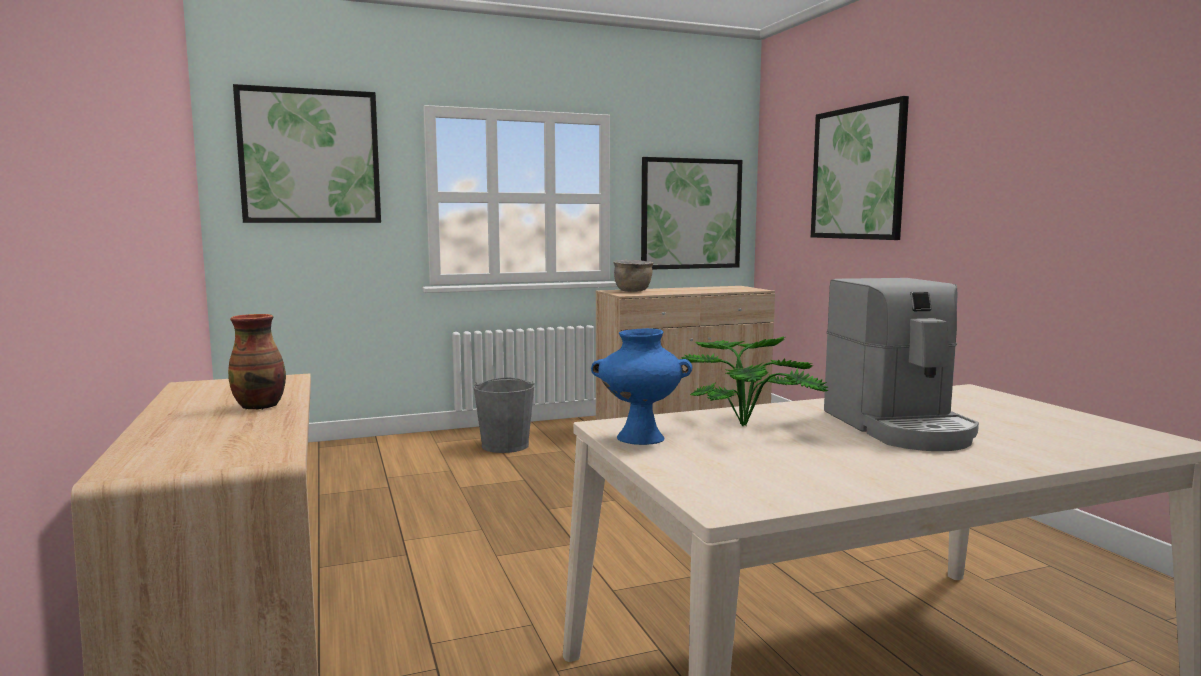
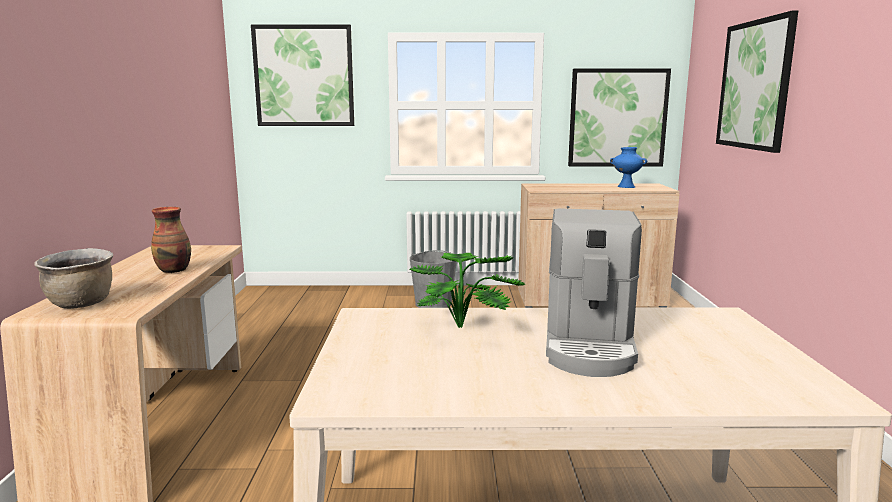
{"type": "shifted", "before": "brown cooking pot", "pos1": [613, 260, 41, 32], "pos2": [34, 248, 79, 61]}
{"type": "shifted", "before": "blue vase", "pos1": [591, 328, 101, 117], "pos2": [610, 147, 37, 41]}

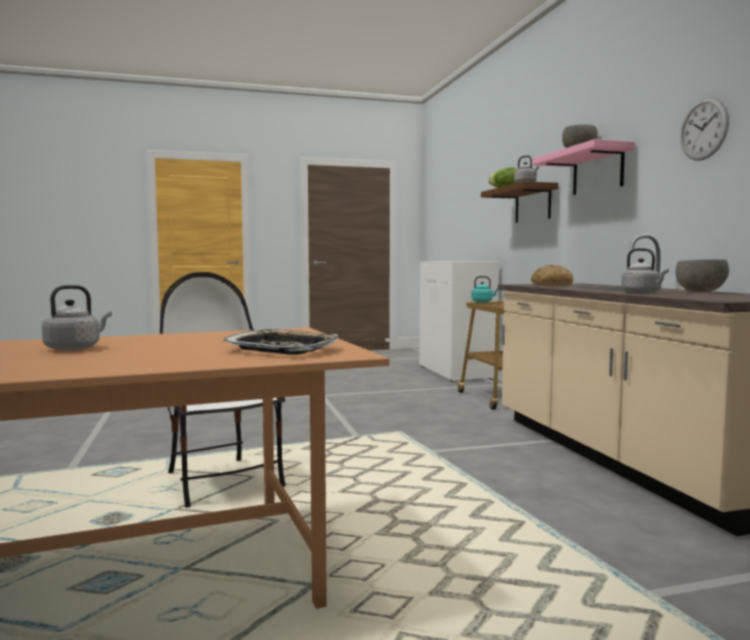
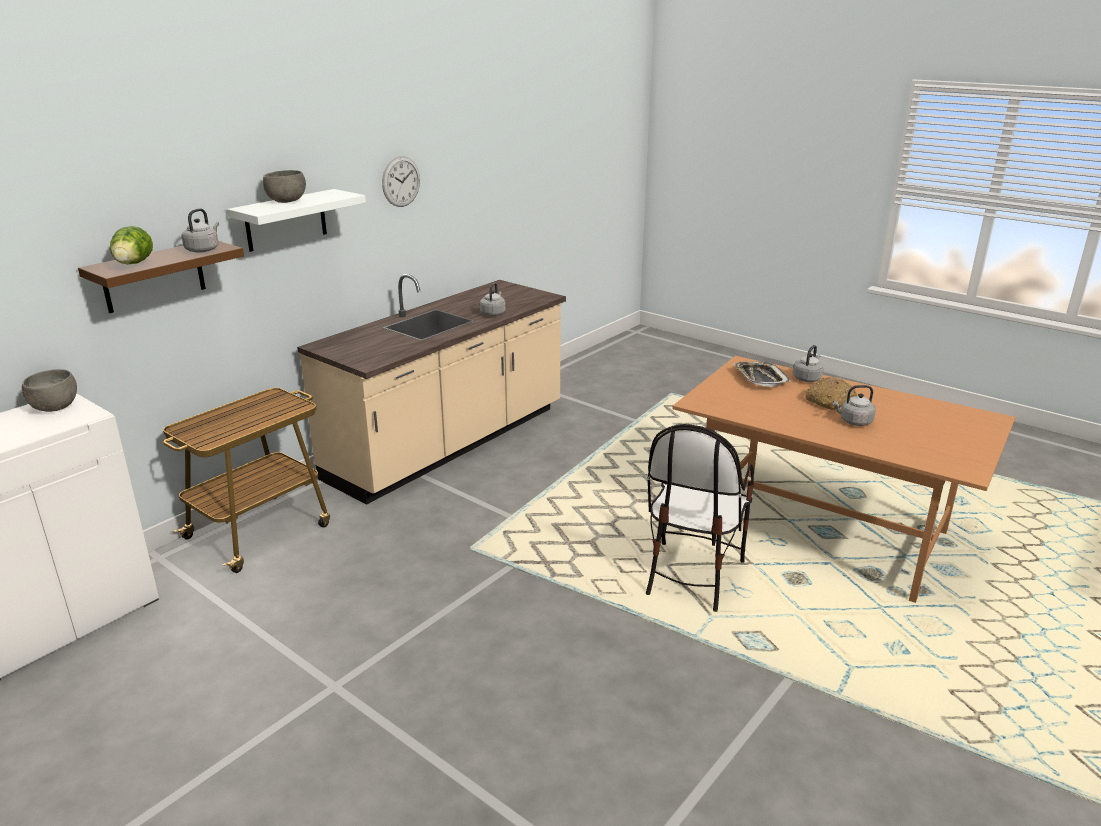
{"type": "repainted", "before": "pink shelf", "after": "white shelf", "pos1": [532, 139, 103, 56], "pos2": [227, 189, 139, 63]}
{"type": "shifted", "before": "grey bowl", "pos1": [676, 259, 53, 33], "pos2": [22, 369, 55, 43]}
{"type": "shifted", "before": "bread", "pos1": [531, 265, 43, 20], "pos2": [805, 377, 52, 33]}
{"type": "gone", "before": "turquoise kettle", "pos1": [471, 276, 27, 27]}
{"type": "new", "after": "grey kettle", "pos2": [793, 345, 31, 37]}

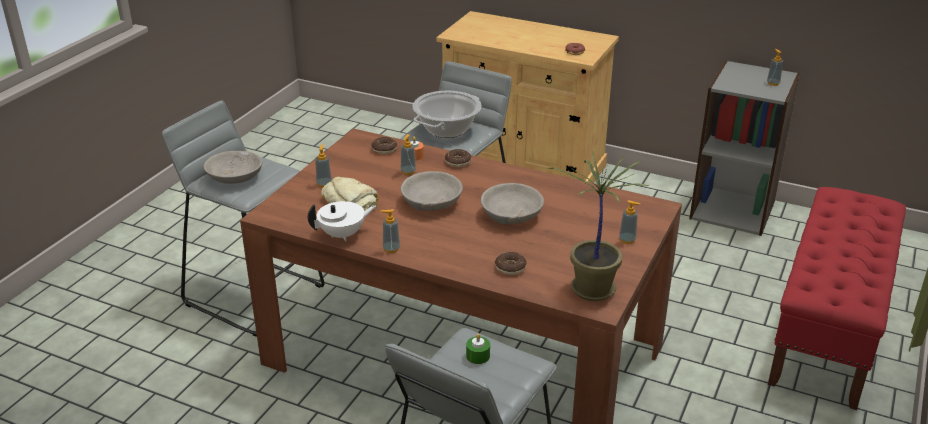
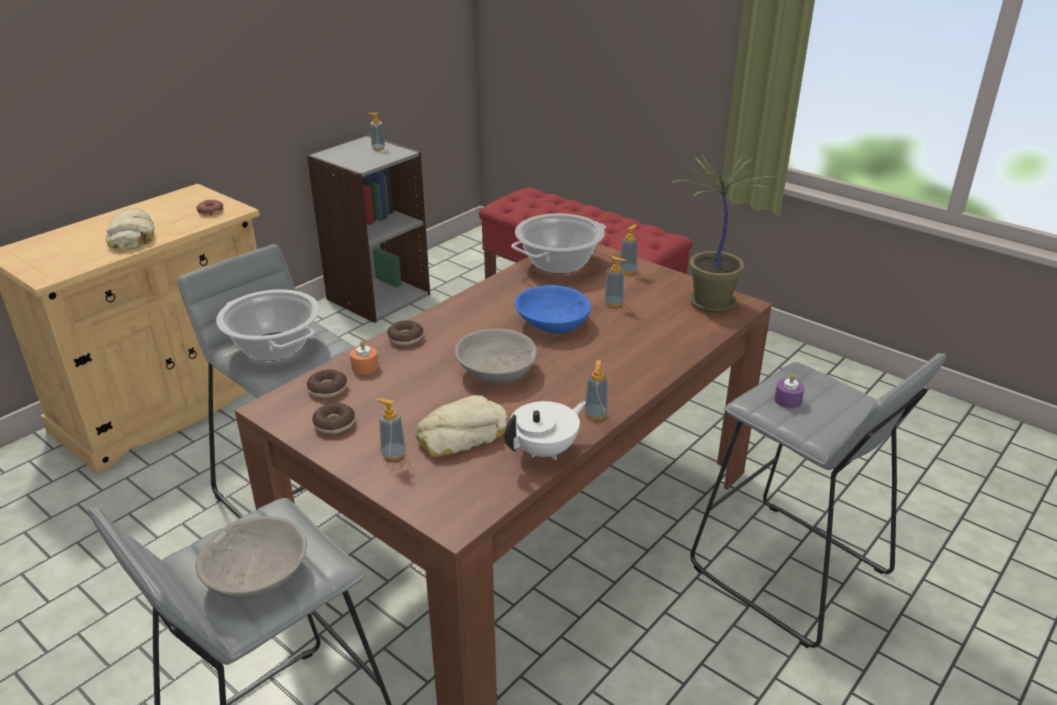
{"type": "shifted", "before": "soap dispenser", "pos1": [401, 134, 15, 41], "pos2": [604, 256, 22, 51]}
{"type": "repainted", "before": "grey bowl", "after": "blue bowl", "pos1": [481, 183, 63, 41], "pos2": [514, 285, 77, 48]}
{"type": "rotated", "before": "white teapot", "pos1": [308, 201, 68, 41], "pos2": [505, 401, 81, 59], "turn": 60}
{"type": "shifted", "before": "donut", "pos1": [495, 252, 31, 23], "pos2": [312, 403, 43, 31]}
{"type": "repainted", "before": "green candle", "after": "purple candle", "pos1": [466, 334, 24, 30], "pos2": [774, 374, 31, 34]}
{"type": "new", "after": "bread", "pos2": [106, 208, 49, 42]}
{"type": "new", "after": "cooking pot", "pos2": [511, 213, 95, 61]}

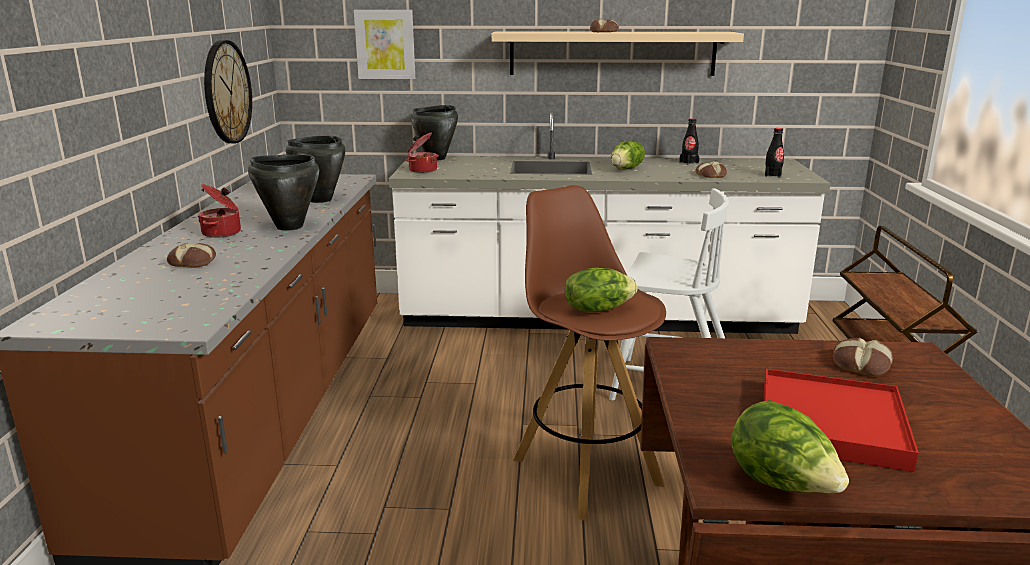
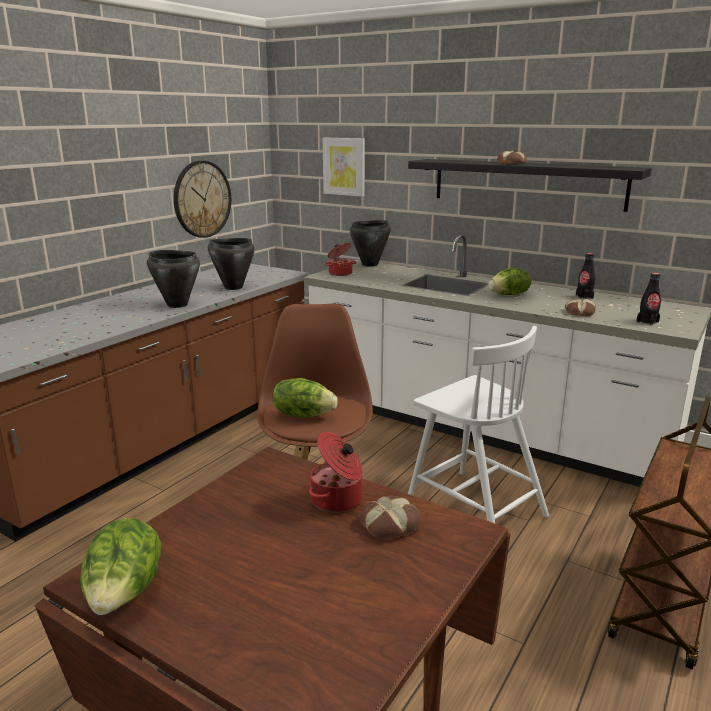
{"type": "repainted", "before": "beige shelf", "after": "black shelf", "pos1": [491, 31, 253, 45], "pos2": [408, 159, 244, 53]}
{"type": "shifted", "before": "cooking pot", "pos1": [198, 184, 43, 54], "pos2": [309, 432, 53, 80]}
{"type": "gone", "before": "bread", "pos1": [167, 243, 49, 25]}
{"type": "gone", "before": "red tray", "pos1": [764, 369, 155, 103]}

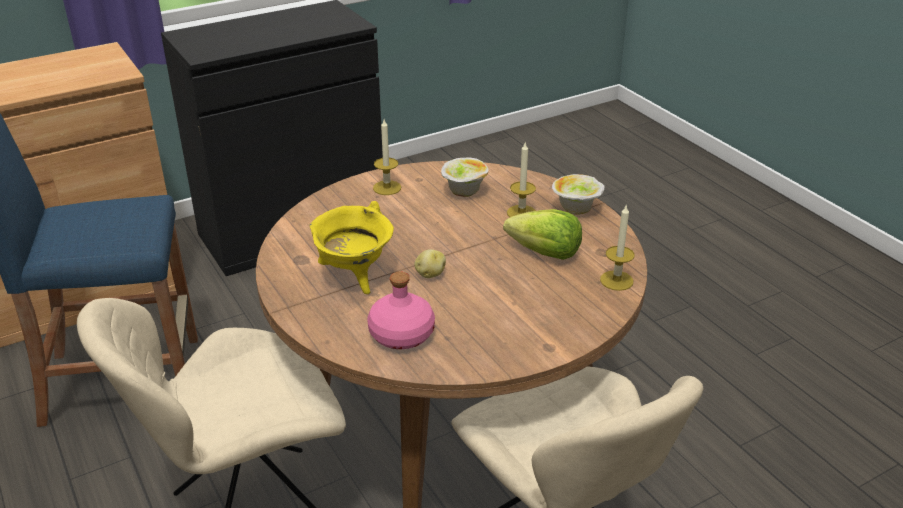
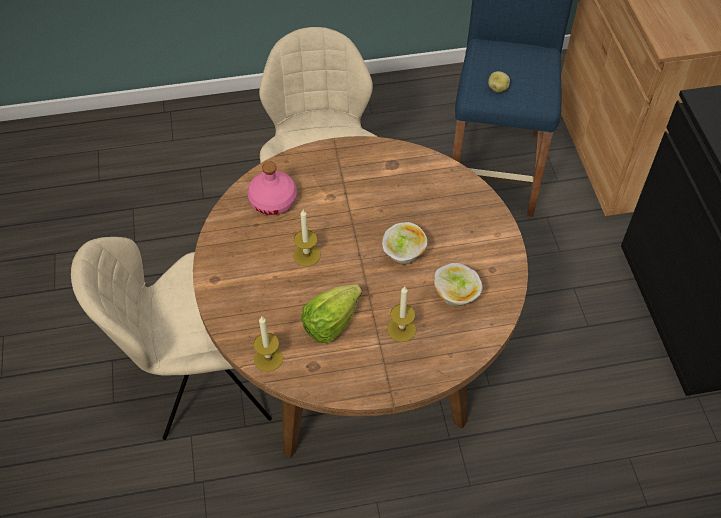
{"type": "shifted", "before": "candle", "pos1": [373, 120, 28, 75], "pos2": [293, 210, 27, 56]}
{"type": "shifted", "before": "bowl", "pos1": [552, 174, 53, 41], "pos2": [382, 222, 46, 43]}
{"type": "gone", "before": "yellow cooking pot", "pos1": [309, 201, 85, 93]}
{"type": "shifted", "before": "potato", "pos1": [414, 249, 32, 29], "pos2": [488, 71, 22, 22]}

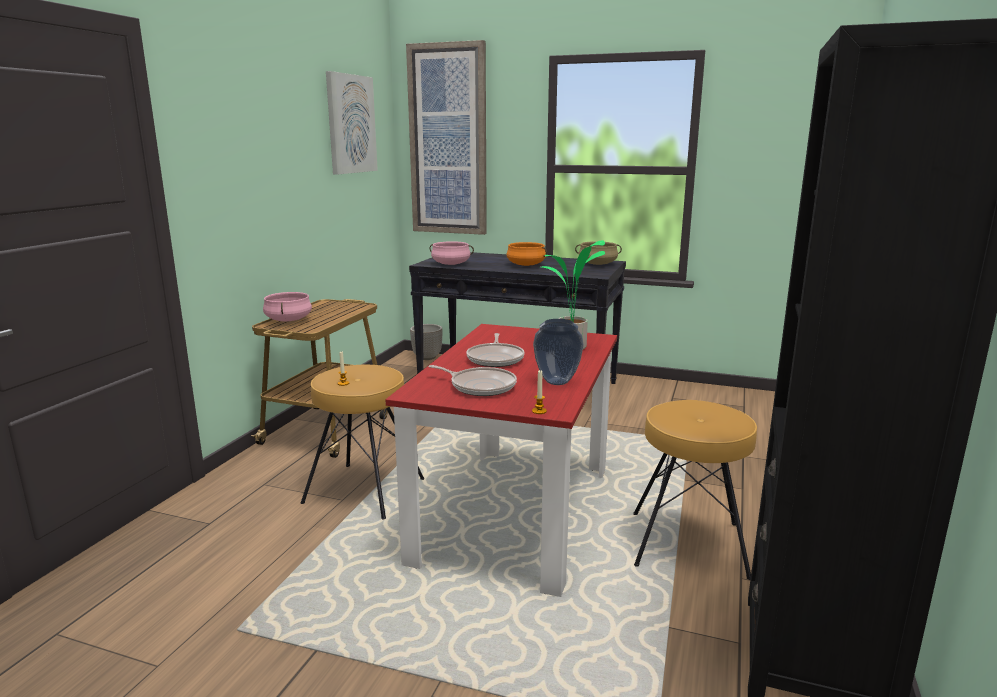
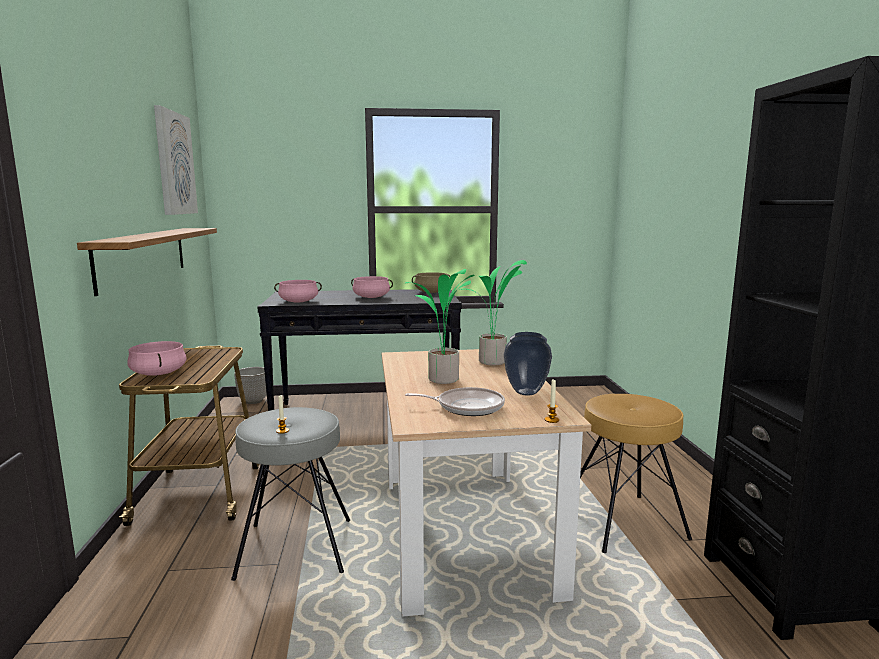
{"type": "gone", "before": "picture", "pos1": [406, 40, 81, 195]}
{"type": "repainted", "before": "orange cooking pot", "after": "pink cooking pot", "pos1": [507, 242, 40, 24], "pos2": [351, 276, 42, 22]}
{"type": "repainted", "before": "red dining table", "after": "beige dining table", "pos1": [385, 324, 232, 273], "pos2": [382, 349, 209, 268]}
{"type": "swapped", "before": "frying pan", "after": "potted plant", "pos1": [466, 333, 59, 34], "pos2": [405, 269, 70, 115]}
{"type": "repainted", "before": "brown stool", "after": "grey stool", "pos1": [301, 365, 123, 154], "pos2": [231, 407, 119, 174]}
{"type": "new", "after": "shelf", "pos2": [77, 228, 140, 68]}

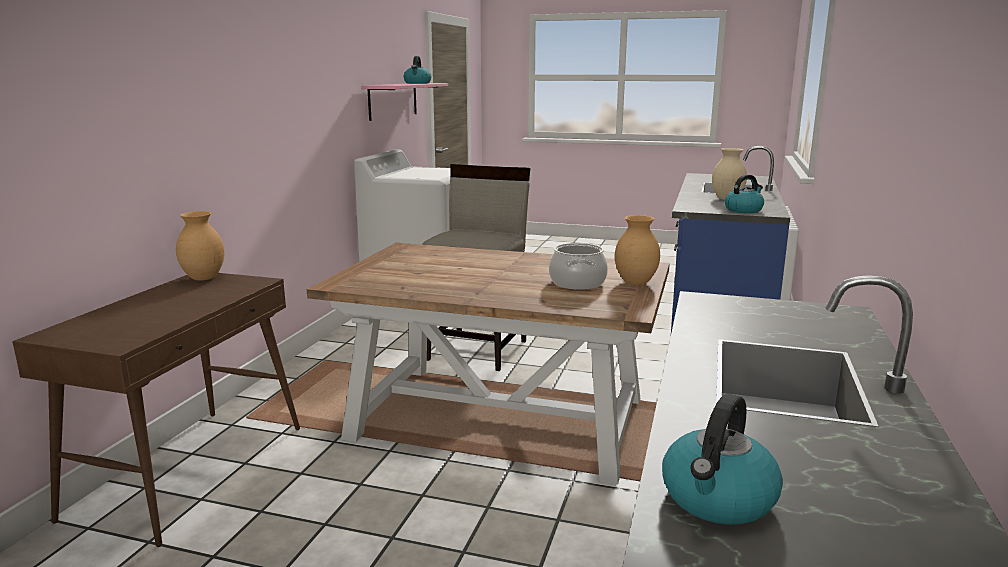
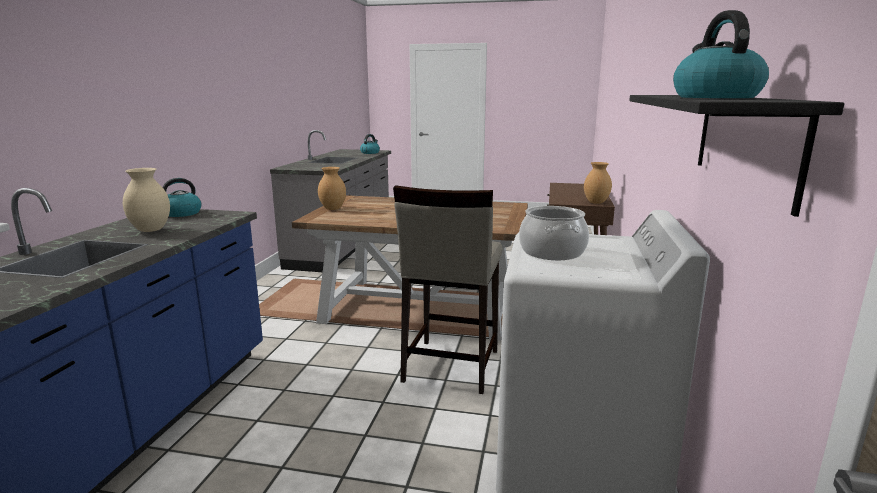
{"type": "repainted", "before": "pink shelf", "after": "black shelf", "pos1": [361, 83, 87, 38], "pos2": [629, 95, 216, 122]}
{"type": "shifted", "before": "cooking pot", "pos1": [549, 243, 59, 47], "pos2": [519, 206, 70, 54]}

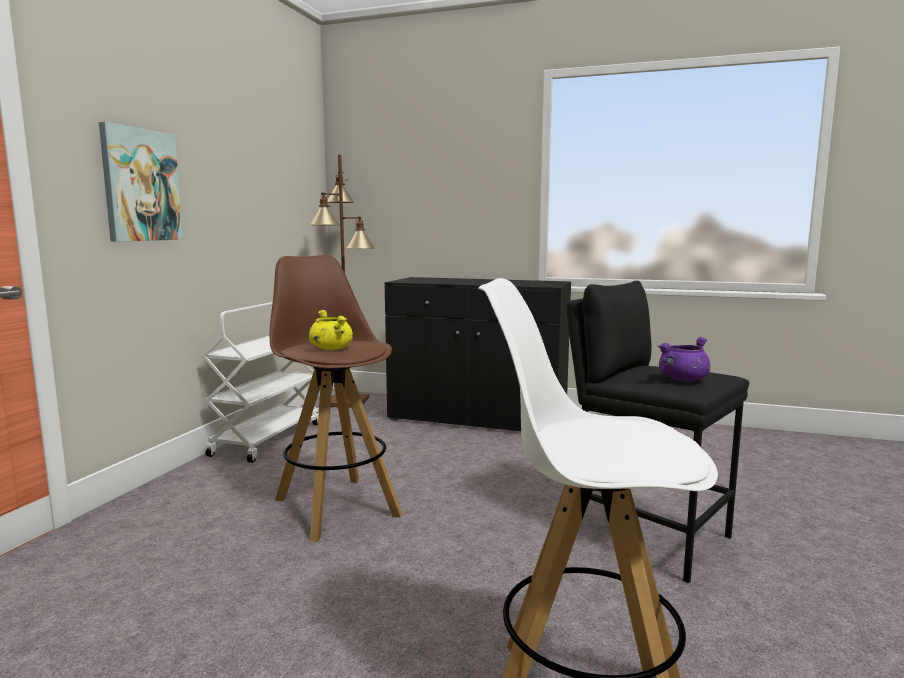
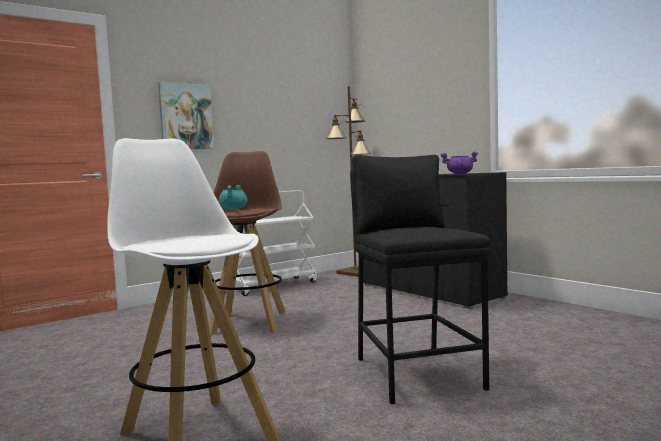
{"type": "repainted", "before": "yellow cooking pot", "after": "turquoise cooking pot", "pos1": [309, 310, 44, 40], "pos2": [219, 185, 28, 25]}
{"type": "shifted", "before": "purple cooking pot", "pos1": [658, 337, 52, 44], "pos2": [441, 151, 37, 23]}

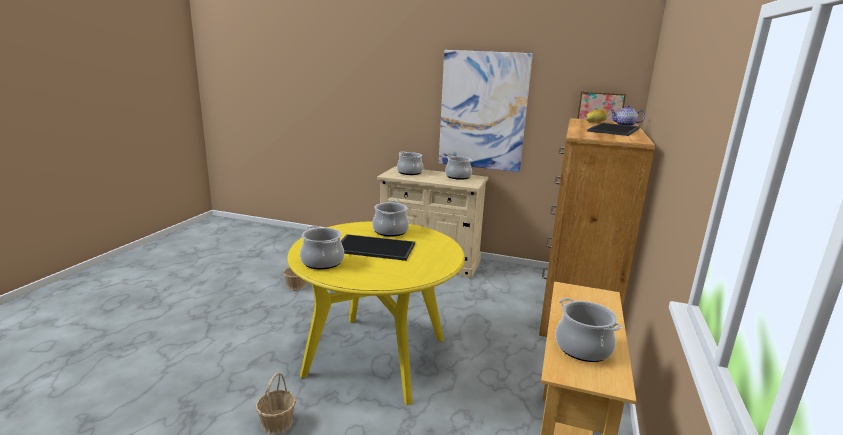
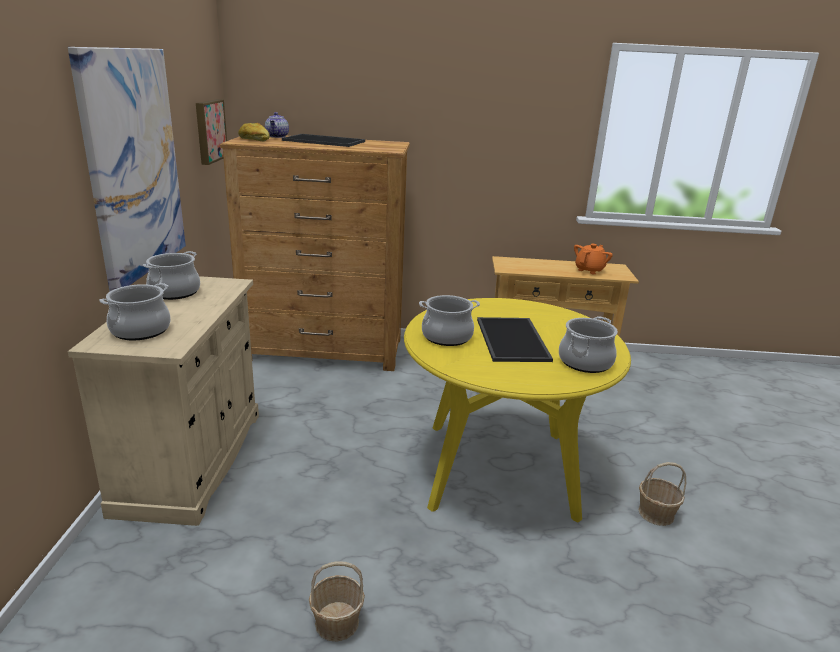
{"type": "swapped", "before": "cooking pot", "after": "orange teapot", "pos1": [555, 298, 67, 64], "pos2": [574, 244, 39, 30]}

